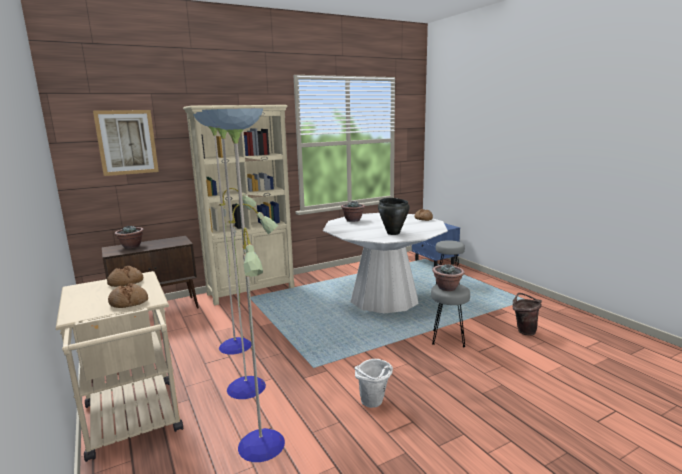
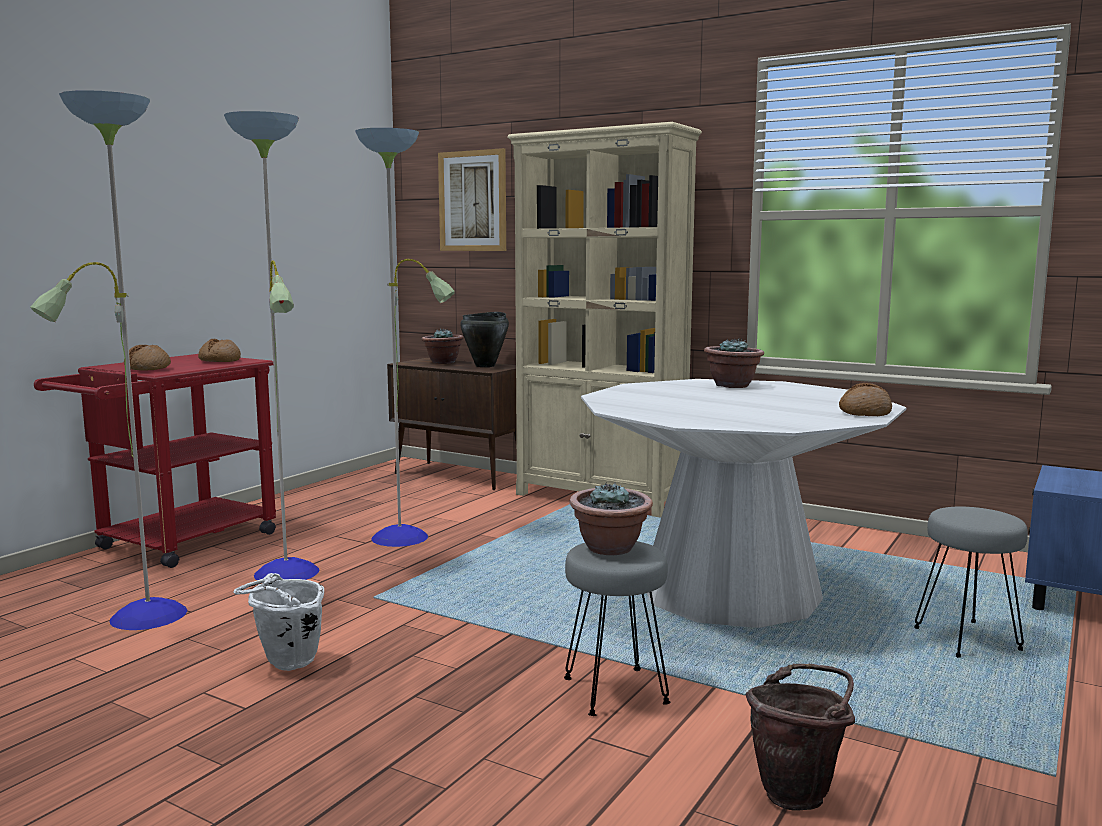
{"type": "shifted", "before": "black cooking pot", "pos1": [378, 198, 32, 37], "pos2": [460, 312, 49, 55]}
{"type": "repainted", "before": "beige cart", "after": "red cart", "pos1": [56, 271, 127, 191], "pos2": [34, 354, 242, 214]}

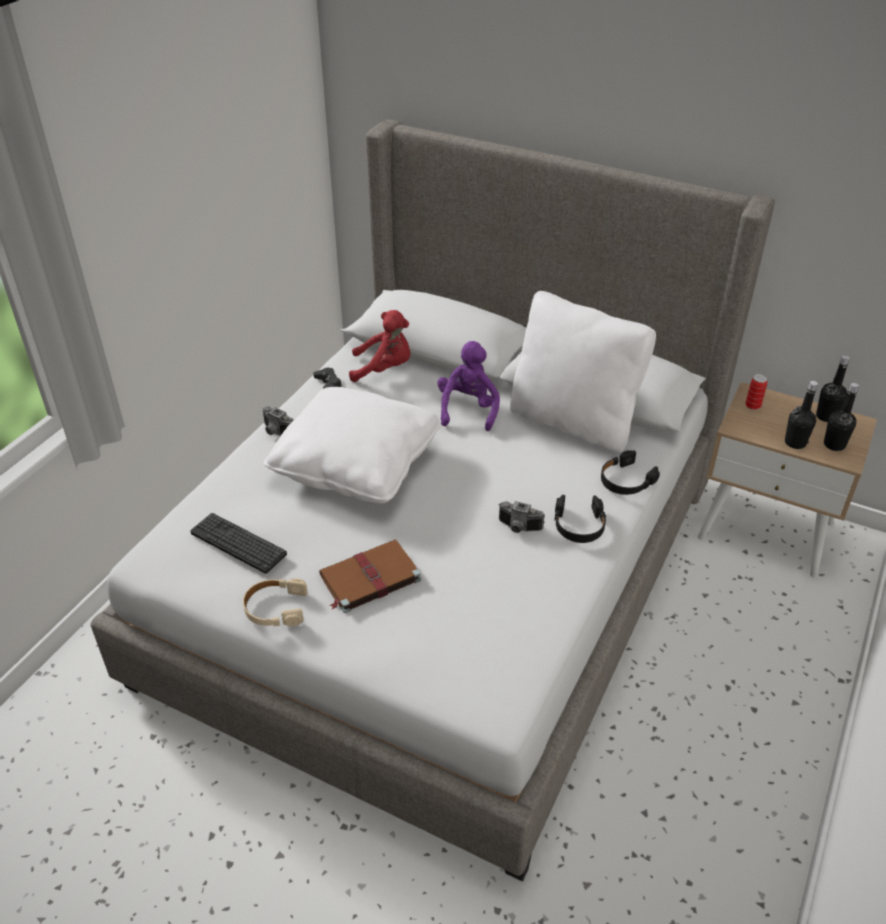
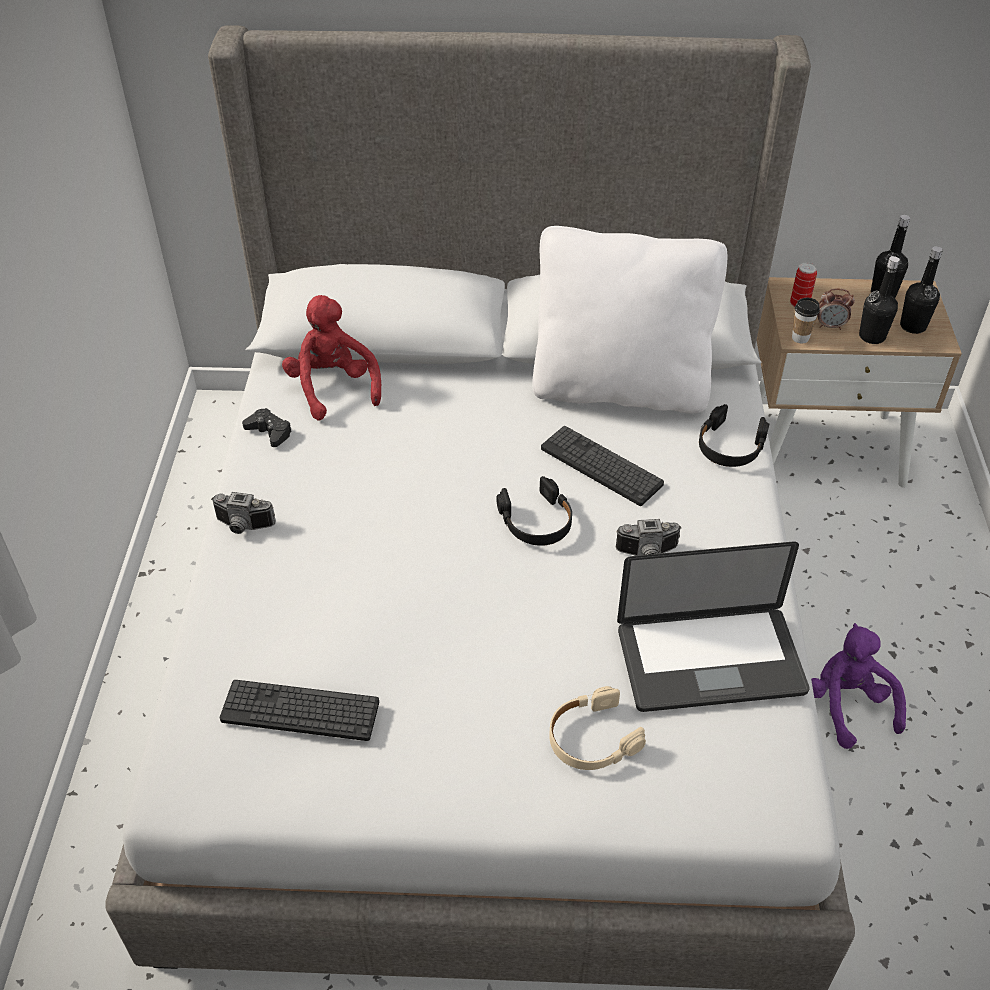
{"type": "rotated", "before": "red plush toy", "pos1": [349, 310, 61, 72], "pos2": [282, 295, 99, 125], "turn": -90}
{"type": "shifted", "before": "purple plush toy", "pos1": [437, 341, 63, 90], "pos2": [811, 623, 95, 126]}
{"type": "gone", "before": "white pillow", "pos1": [264, 387, 177, 117]}
{"type": "shifted", "before": "black headphones", "pos1": [555, 495, 51, 48], "pos2": [496, 476, 76, 70]}
{"type": "gone", "before": "brown book", "pos1": [319, 540, 102, 73]}
{"type": "shifted", "before": "beige headphones", "pos1": [243, 578, 64, 49], "pos2": [549, 686, 97, 84]}
{"type": "new", "after": "alarm clock", "pos2": [817, 288, 38, 42]}
{"type": "new", "after": "cup", "pos2": [792, 298, 28, 45]}
{"type": "new", "after": "keyboard", "pos2": [541, 426, 123, 80]}
{"type": "new", "after": "laptop", "pos2": [617, 542, 193, 170]}

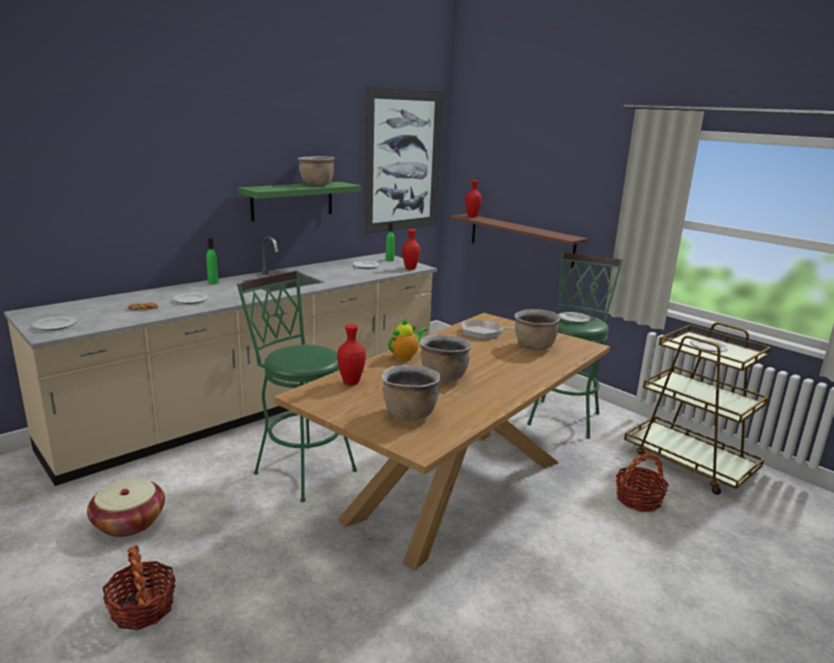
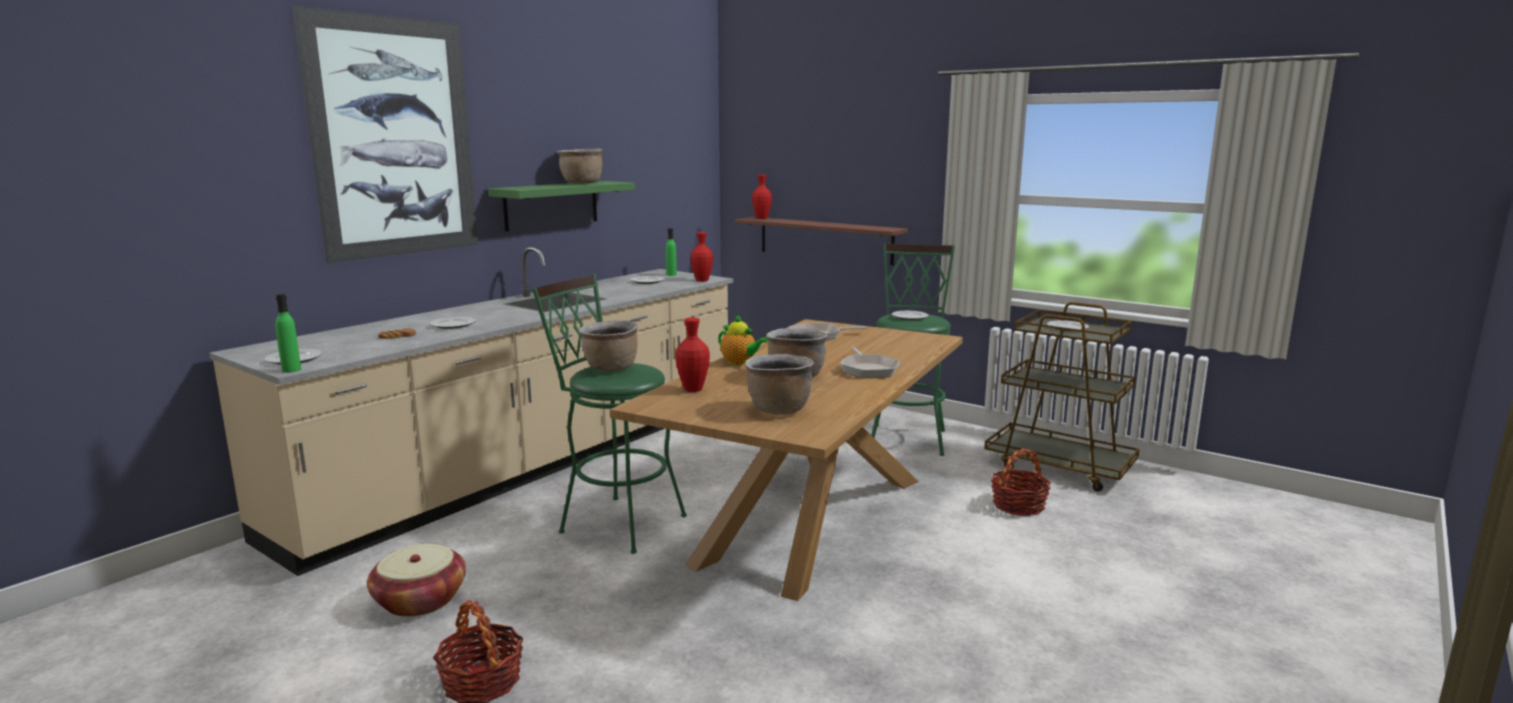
{"type": "shifted", "before": "picture", "pos1": [364, 87, 79, 147], "pos2": [293, 6, 185, 257]}
{"type": "shifted", "before": "green bottle", "pos1": [206, 238, 13, 46], "pos2": [275, 294, 26, 79]}
{"type": "shifted", "before": "brown cooking pot", "pos1": [514, 309, 46, 41], "pos2": [579, 320, 59, 51]}
{"type": "rotated", "before": "teapot", "pos1": [388, 318, 39, 42], "pos2": [718, 314, 51, 51], "turn": 90}
{"type": "new", "after": "frying pan", "pos2": [840, 347, 60, 31]}

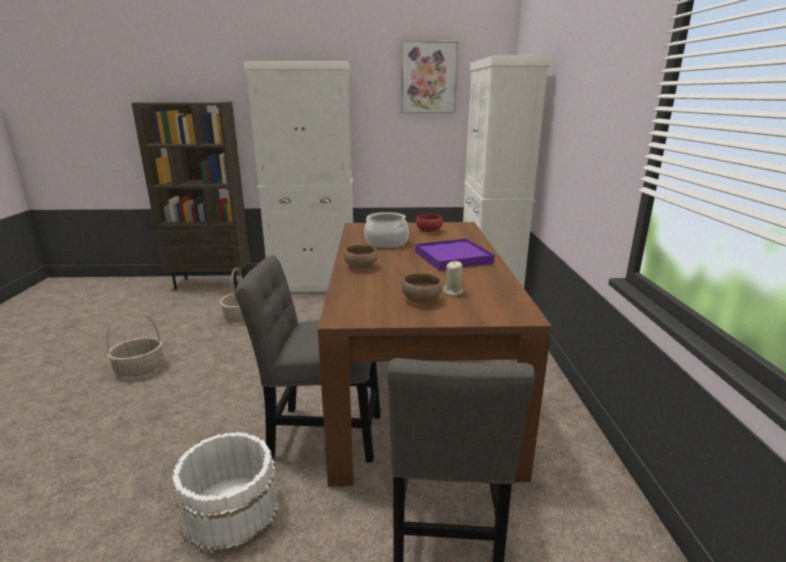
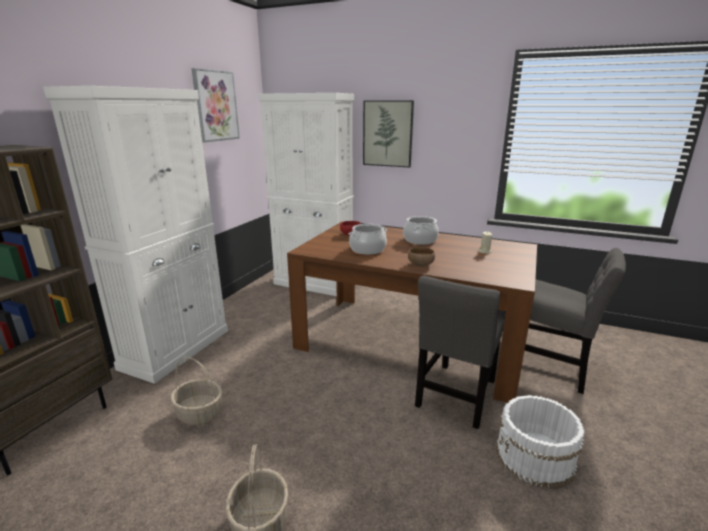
{"type": "swapped", "before": "purple tray", "after": "cooking pot", "pos1": [415, 239, 80, 32], "pos2": [403, 216, 36, 29]}
{"type": "gone", "before": "brown bowl", "pos1": [402, 273, 40, 30]}
{"type": "new", "after": "picture", "pos2": [363, 100, 51, 68]}

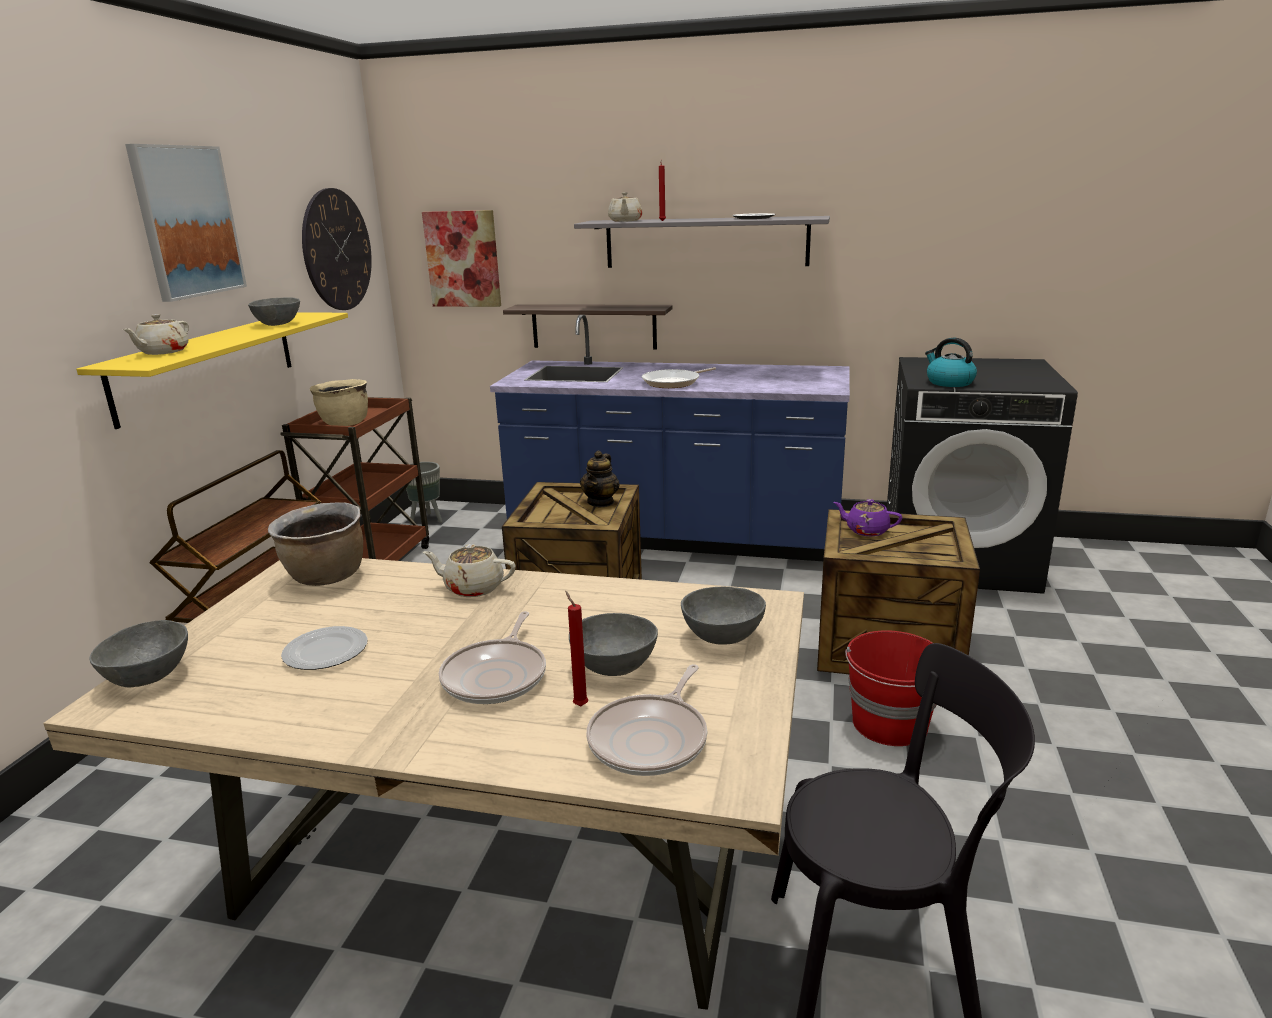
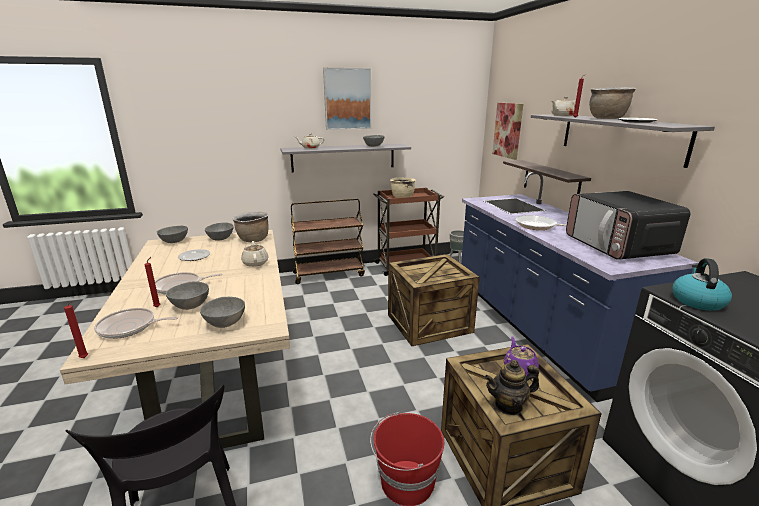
{"type": "gone", "before": "wall clock", "pos1": [302, 188, 70, 122]}
{"type": "repainted", "before": "yellow shelf", "after": "grey shelf", "pos1": [76, 312, 272, 117], "pos2": [280, 144, 131, 28]}
{"type": "shifted", "before": "teapot", "pos1": [580, 450, 40, 57], "pos2": [484, 360, 55, 55]}
{"type": "new", "after": "brown cooking pot", "pos2": [589, 87, 47, 32]}
{"type": "new", "after": "microwave", "pos2": [566, 191, 124, 69]}
{"type": "new", "after": "grey bowl", "pos2": [205, 223, 29, 18]}
{"type": "new", "after": "red candle", "pos2": [64, 301, 24, 57]}

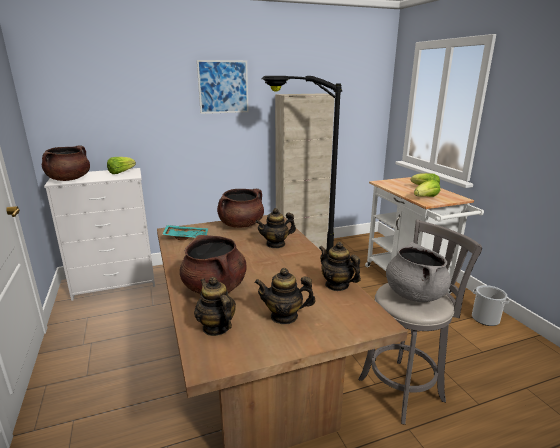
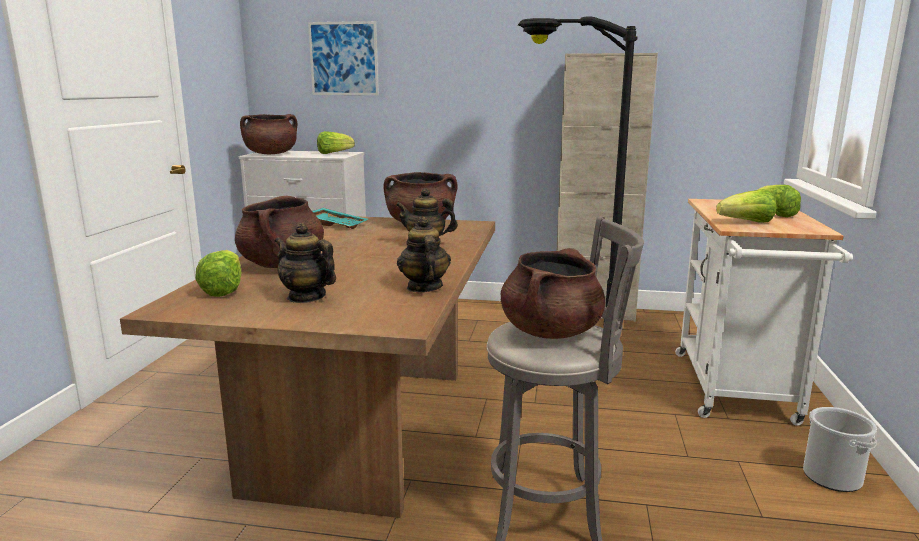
{"type": "shifted", "before": "picture", "pos1": [197, 60, 52, 54], "pos2": [308, 21, 71, 74]}
{"type": "repainted", "before": "grey cooking pot", "after": "brown cooking pot", "pos1": [386, 242, 65, 60], "pos2": [501, 248, 104, 91]}
{"type": "swapped", "before": "teapot", "after": "lettuce", "pos1": [194, 277, 42, 59], "pos2": [195, 250, 46, 47]}

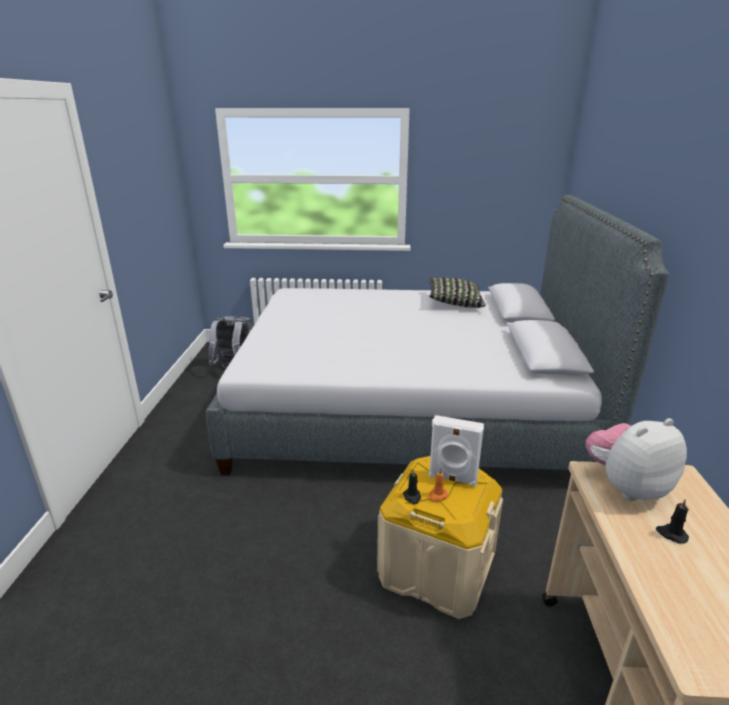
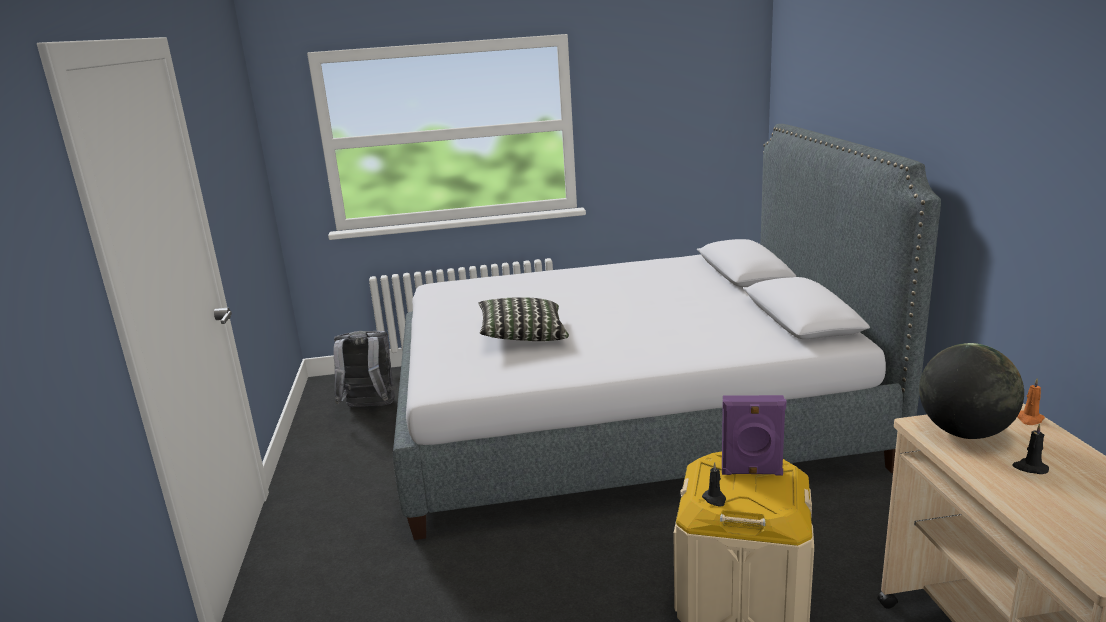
{"type": "shifted", "before": "pillow", "pos1": [428, 278, 58, 30], "pos2": [479, 297, 90, 44]}
{"type": "repainted", "before": "white speaker", "after": "purple speaker", "pos1": [428, 415, 56, 71], "pos2": [722, 395, 64, 80]}
{"type": "swapped", "before": "plush toy", "after": "globe", "pos1": [586, 418, 101, 83], "pos2": [919, 343, 105, 96]}
{"type": "shifted", "before": "orange candle", "pos1": [429, 468, 19, 34], "pos2": [1017, 378, 28, 47]}

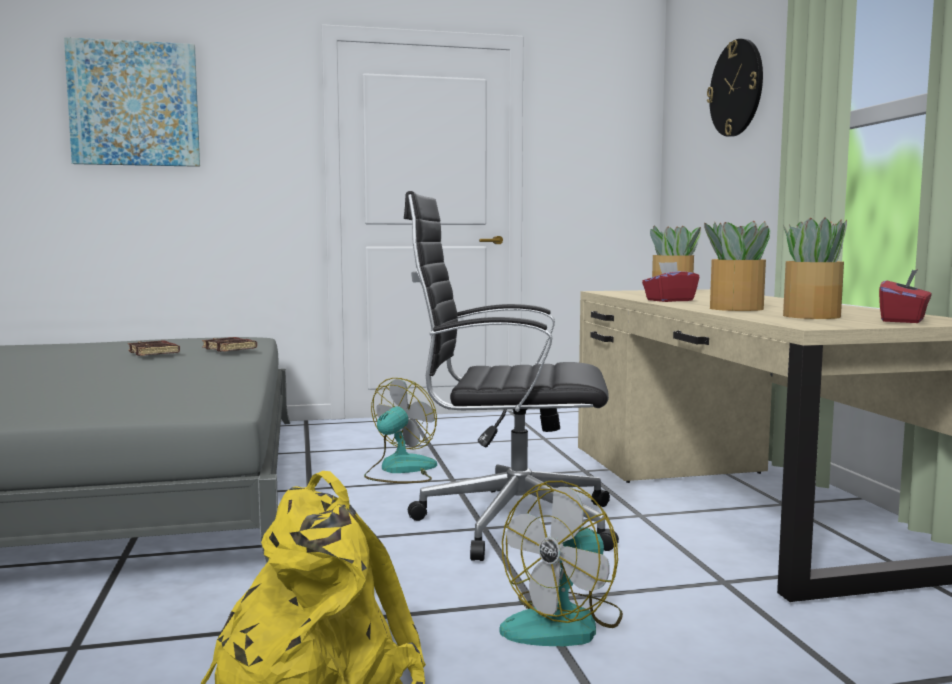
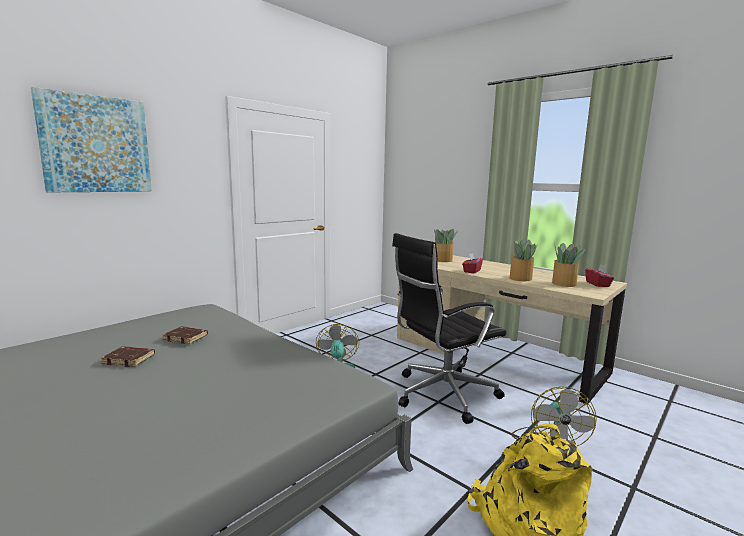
{"type": "gone", "before": "wall clock", "pos1": [707, 39, 56, 98]}
{"type": "shifted", "before": "brown book", "pos1": [202, 337, 55, 15], "pos2": [101, 346, 54, 21]}

